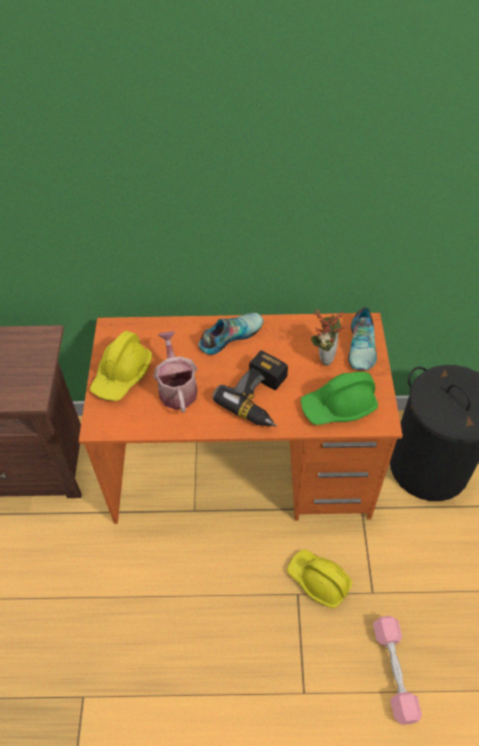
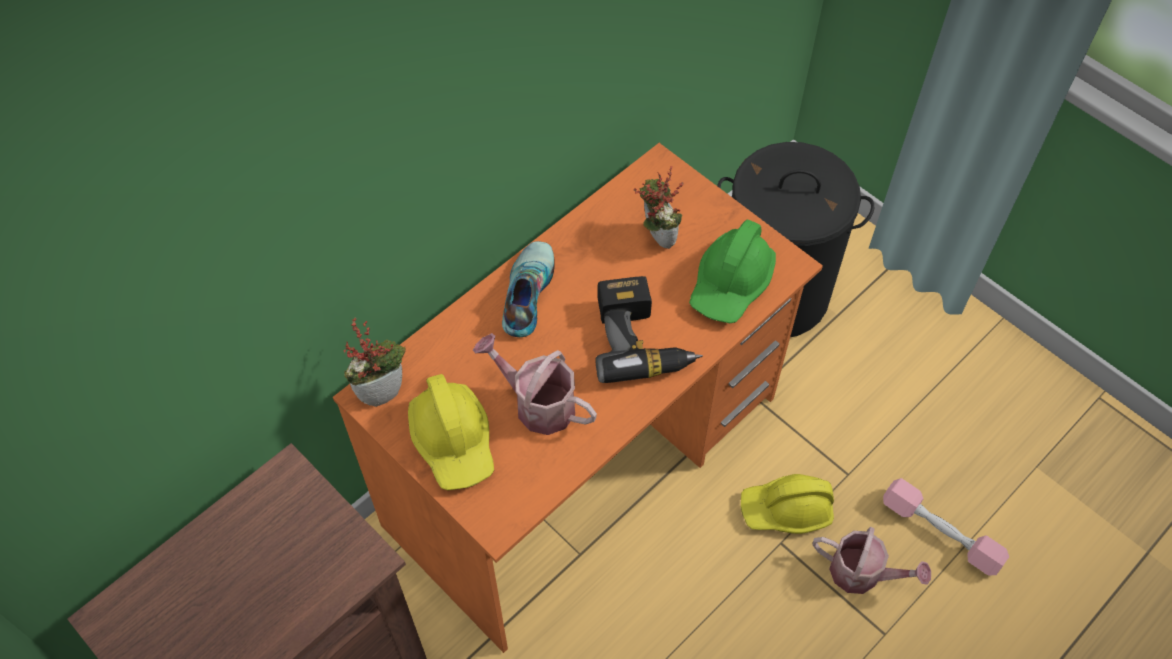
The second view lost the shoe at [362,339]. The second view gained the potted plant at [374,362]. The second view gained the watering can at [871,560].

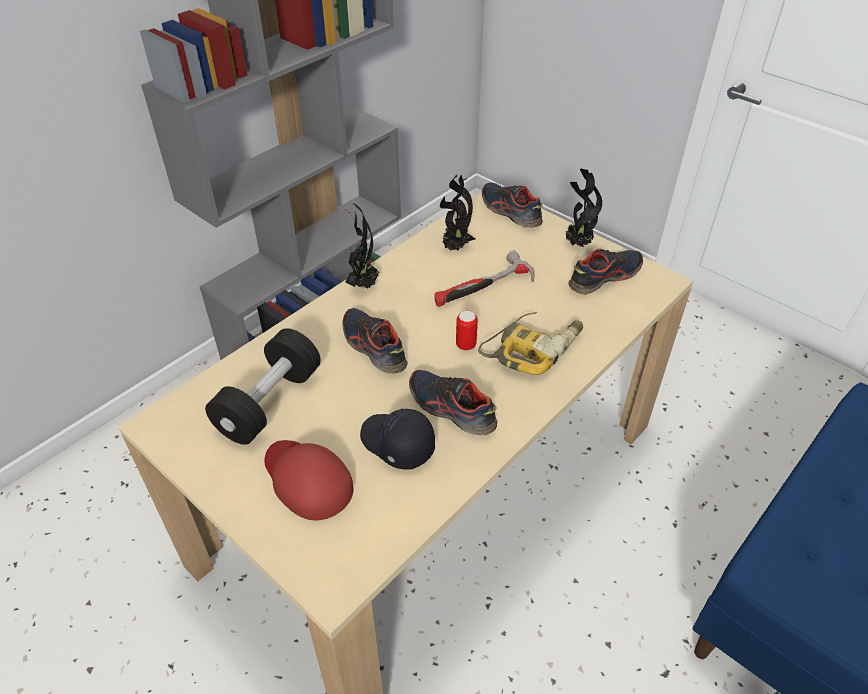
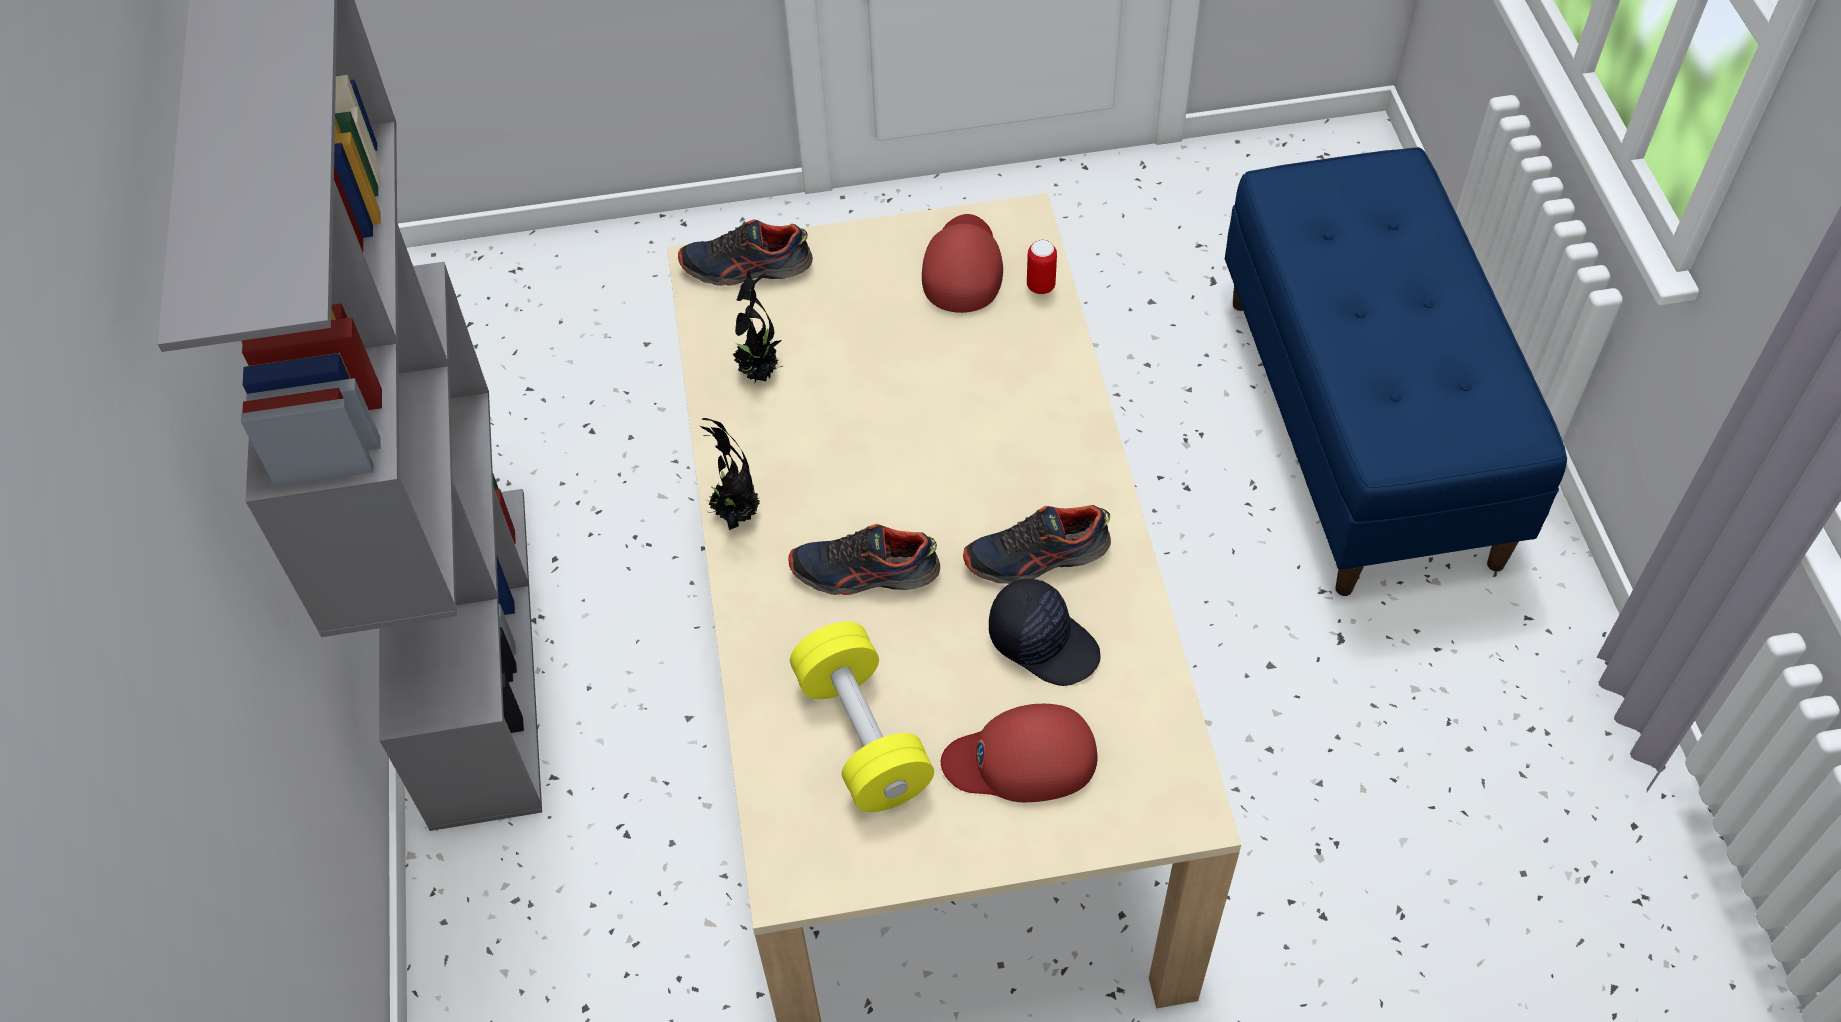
The second view lost the potted plant at [583,208]. Where the shoe stood at [606,271], the red cap came to stand at [962,263]. The second view lost the hammer at [484,279]. The can ended up elsewhere, having gone from [467,330] to [1042,267]. The second view lost the power drill at [530,343]. What was the black dumbbell at [263,386] turned into the yellow dumbbell at [862,717]. The black cap at [397,439] ended up facing another way, 135 degrees counterclockwise from before.

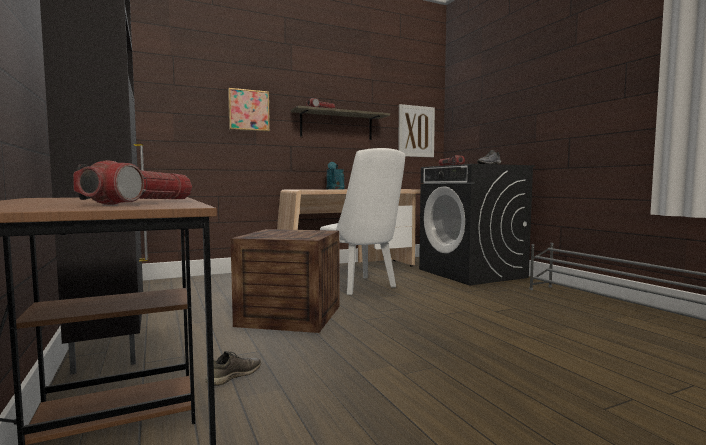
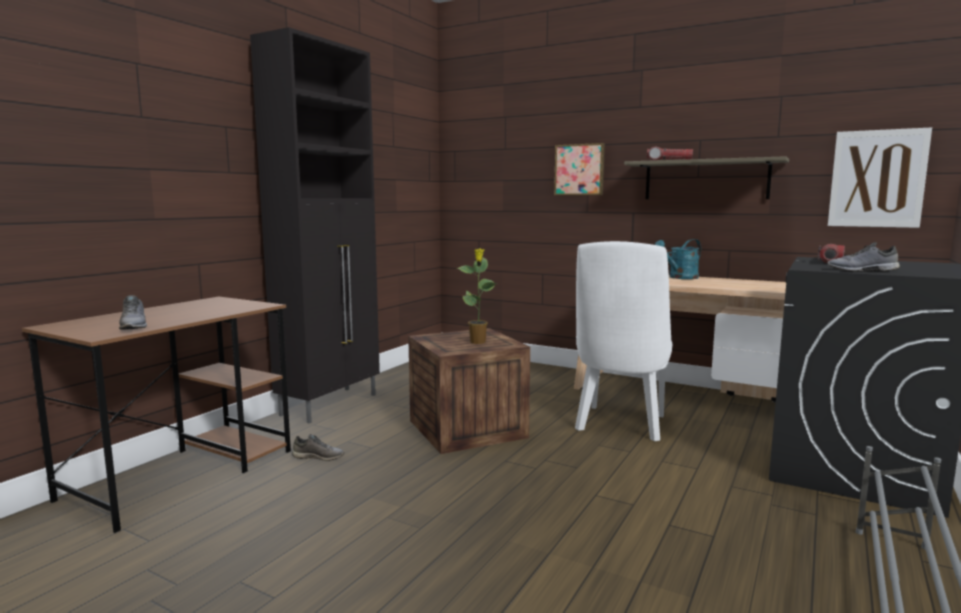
Where the flashlight stood at [132,182], the grey shoe came to stand at [133,312]. The second view gained the potted plant at [476,296].

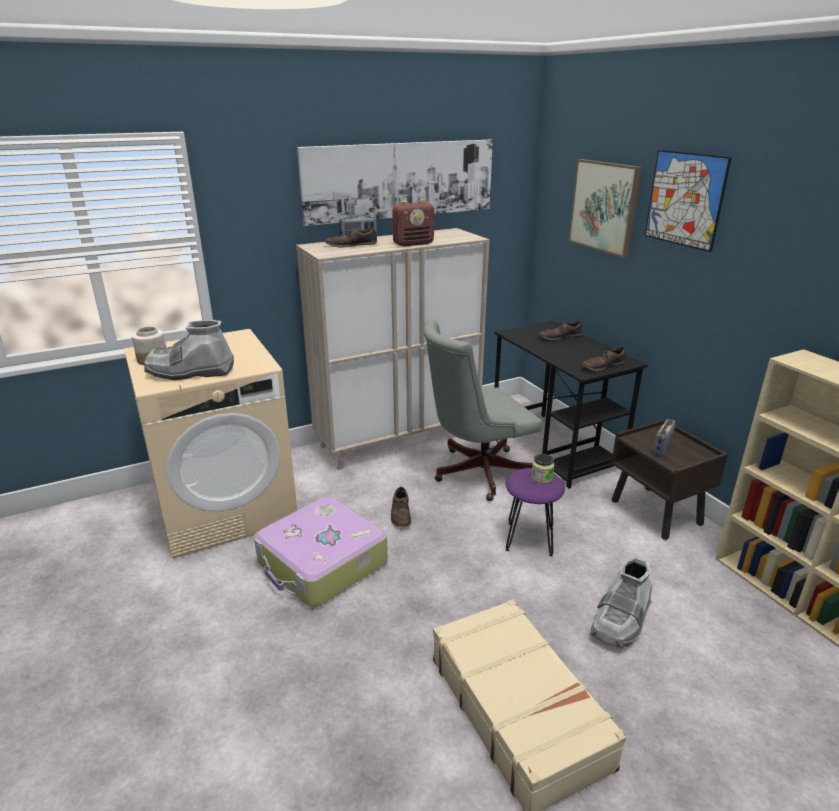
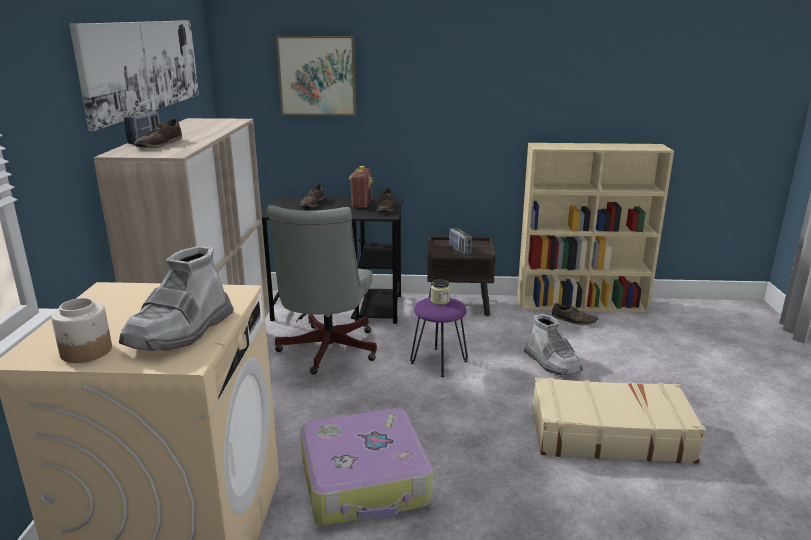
The second view lost the picture at [688,201]. The radio ended up elsewhere, having gone from [413,223] to [360,187]. The brown shoe ended up elsewhere, having gone from [401,507] to [575,314].

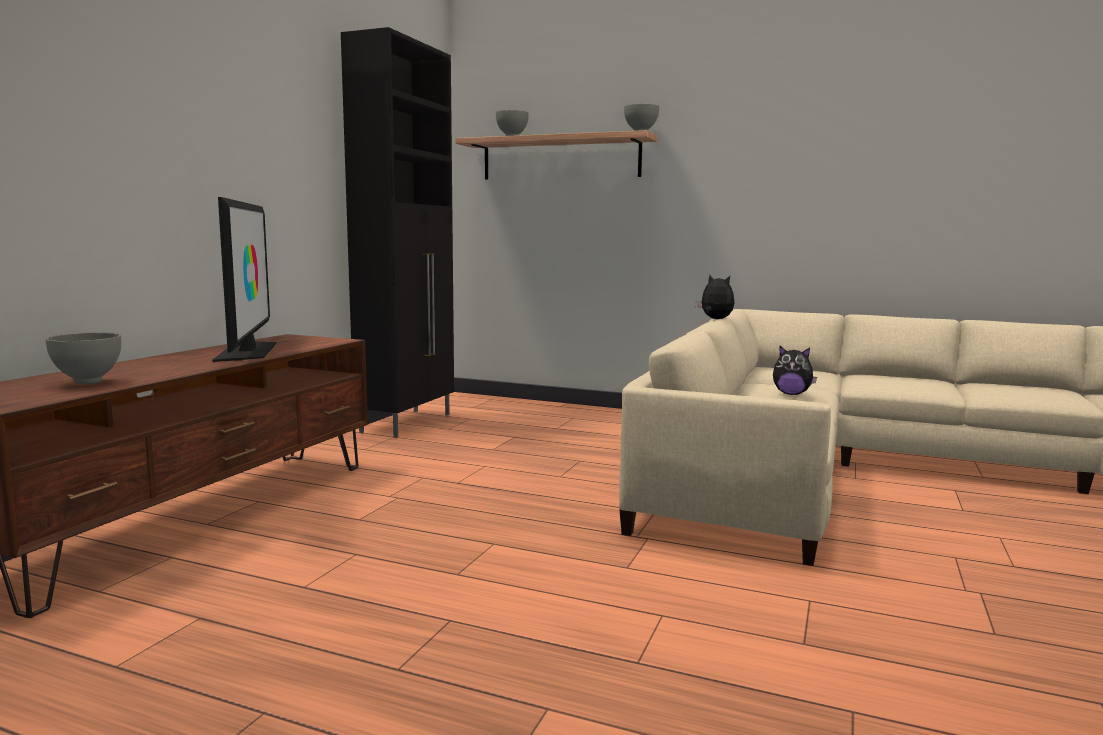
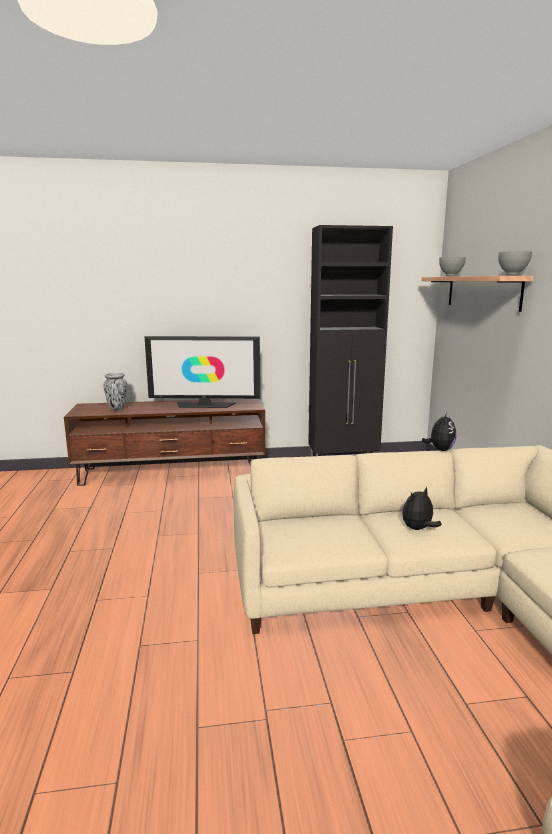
The television at [244,279] ended up facing another way, 45 degrees clockwise from before. Where the grey bowl stood at [83,358], the vase came to stand at [115,392]. The plush toy at [795,370] ended up facing another way, 60 degrees clockwise from before.

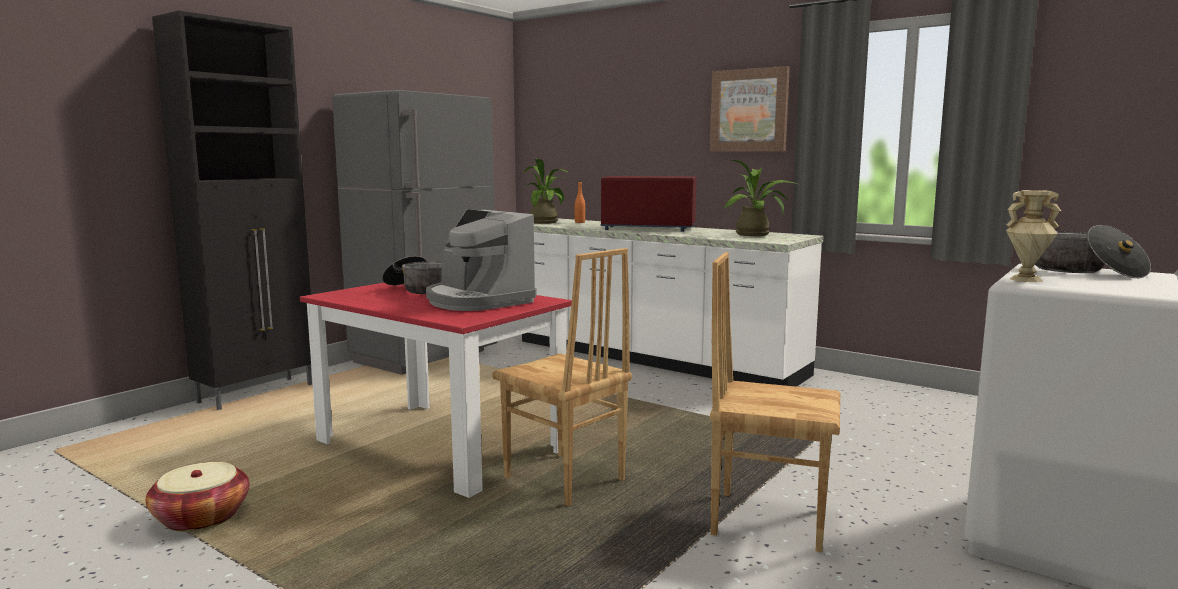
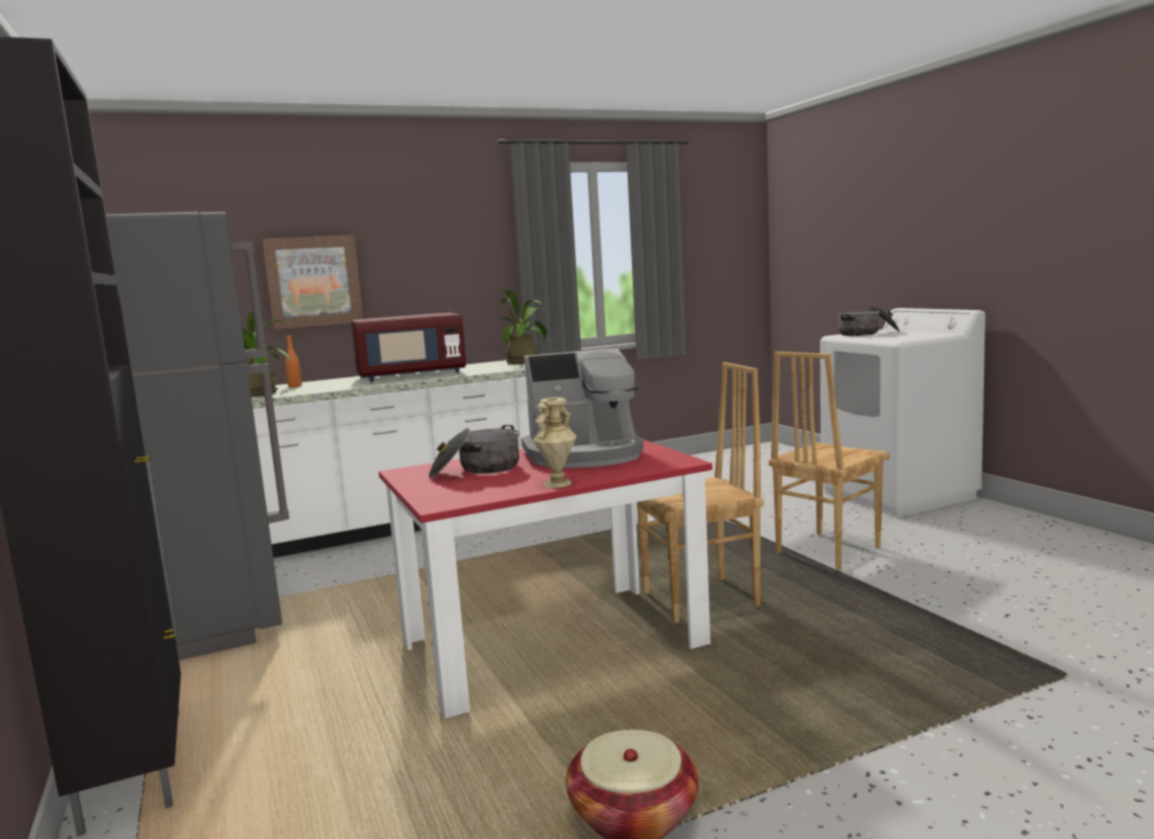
The picture ended up elsewhere, having gone from [750,109] to [312,282]. The red microwave at [648,204] ended up facing another way, 150 degrees counterclockwise from before. The beige vase ended up elsewhere, having gone from [1033,236] to [555,443].

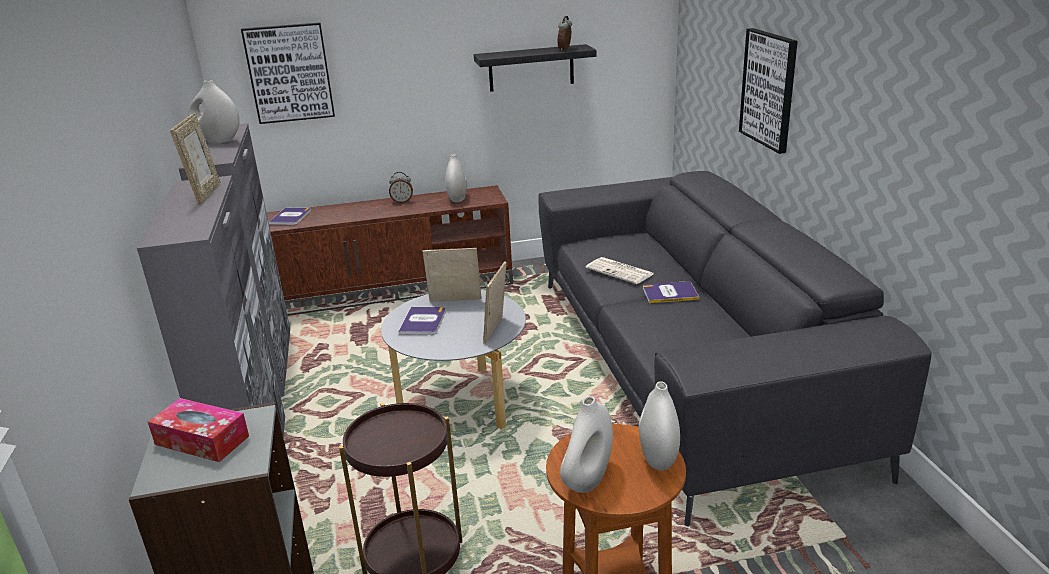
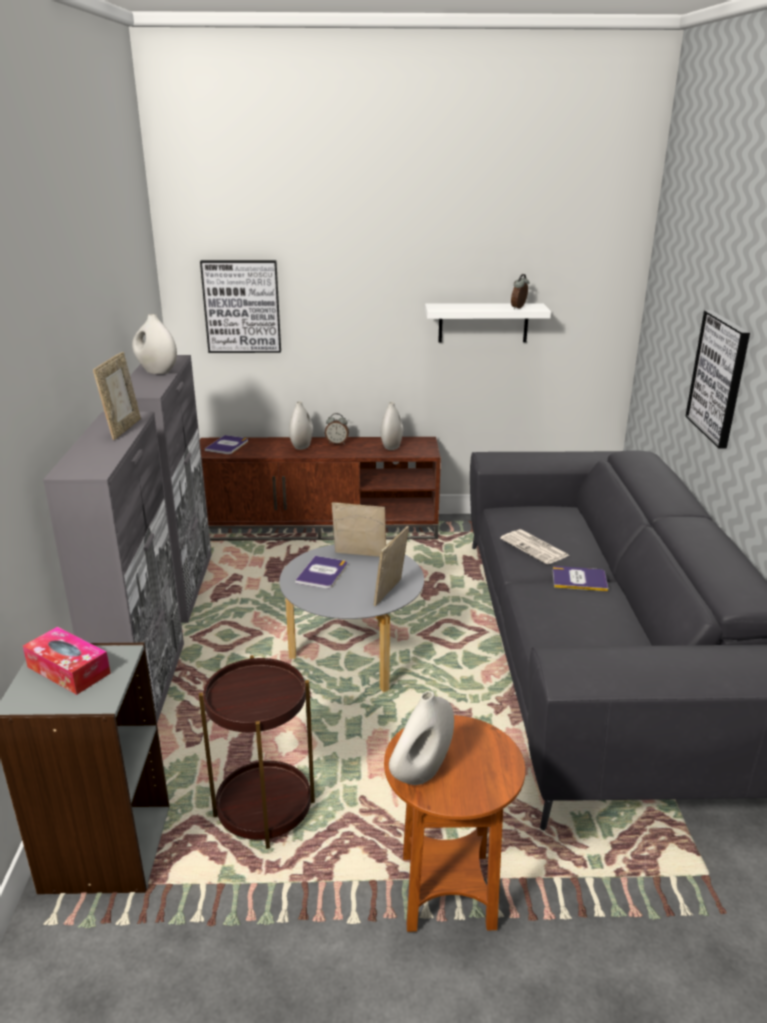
What was the black shelf at [535,68] turned into the white shelf at [488,323]. The white vase ended up elsewhere, having gone from [659,426] to [301,425].

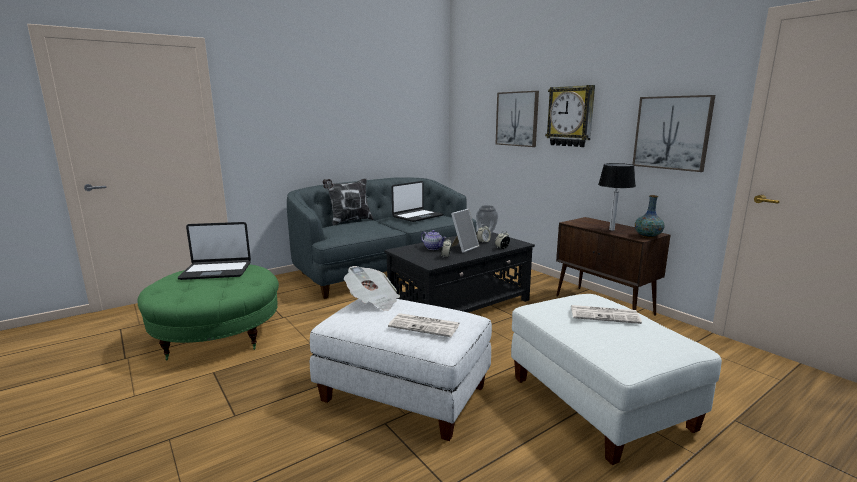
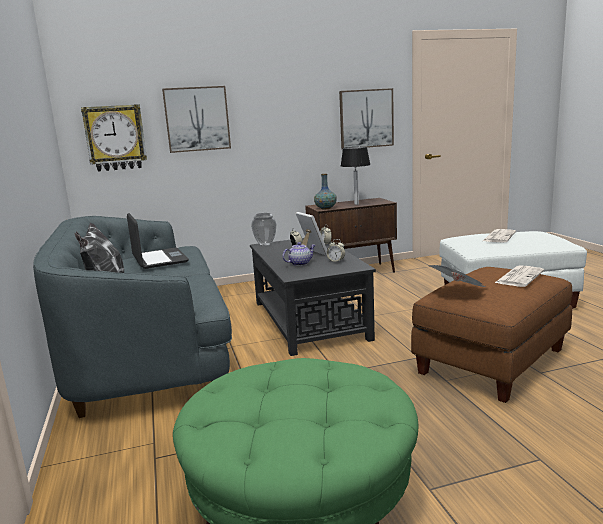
The wall clock ended up elsewhere, having gone from [570,116] to [114,137]. The vase ended up elsewhere, having gone from [649,216] to [325,191]. The second view lost the laptop at [214,251]. What was the white ottoman at [401,370] turned into the brown ottoman at [491,335].

